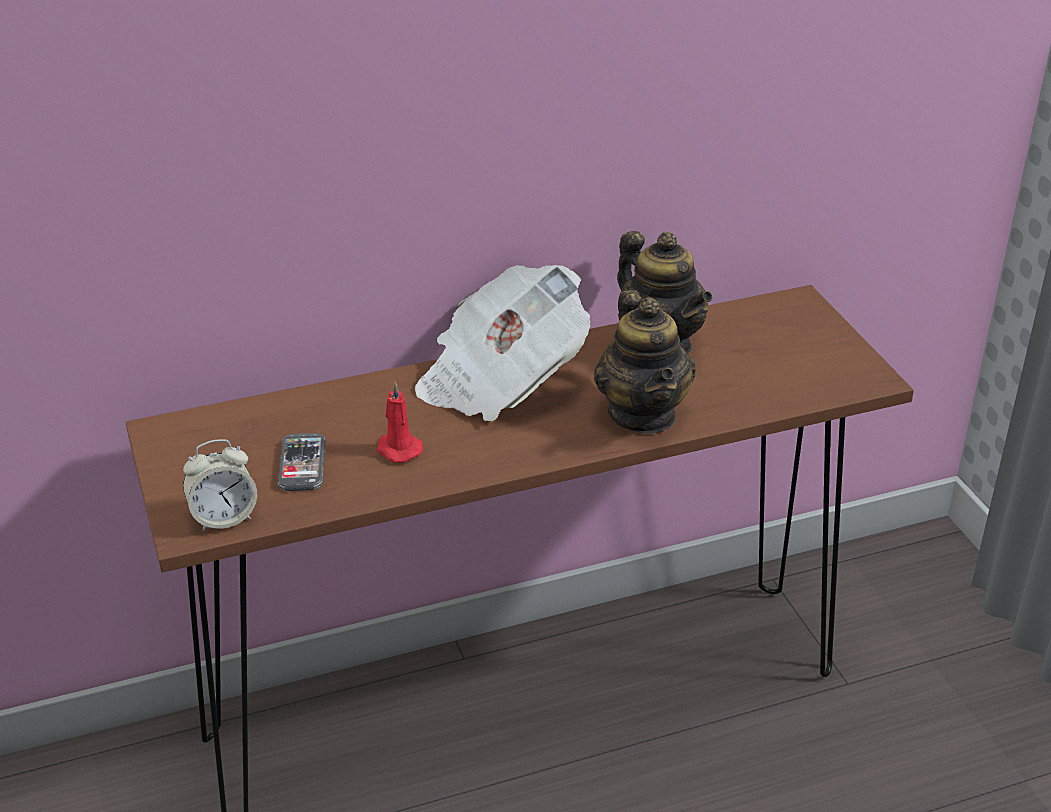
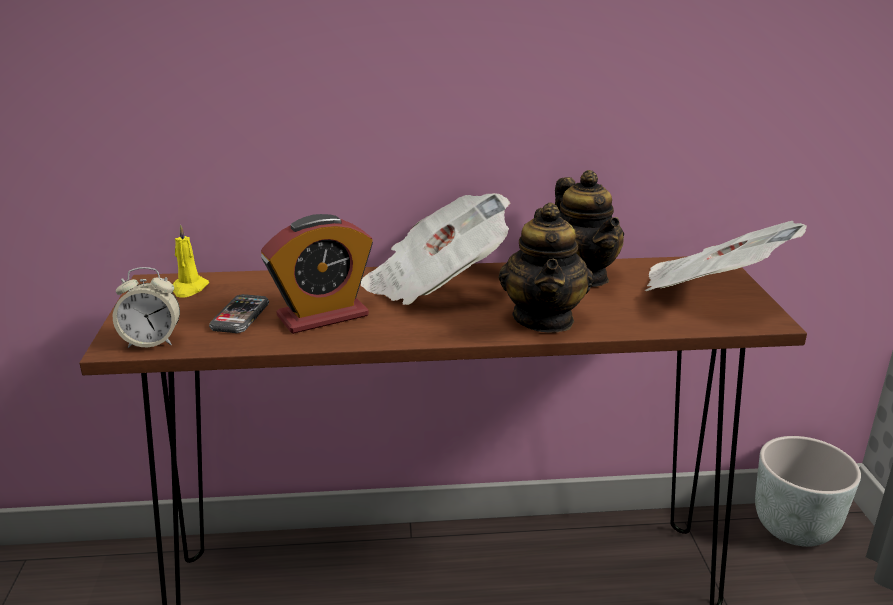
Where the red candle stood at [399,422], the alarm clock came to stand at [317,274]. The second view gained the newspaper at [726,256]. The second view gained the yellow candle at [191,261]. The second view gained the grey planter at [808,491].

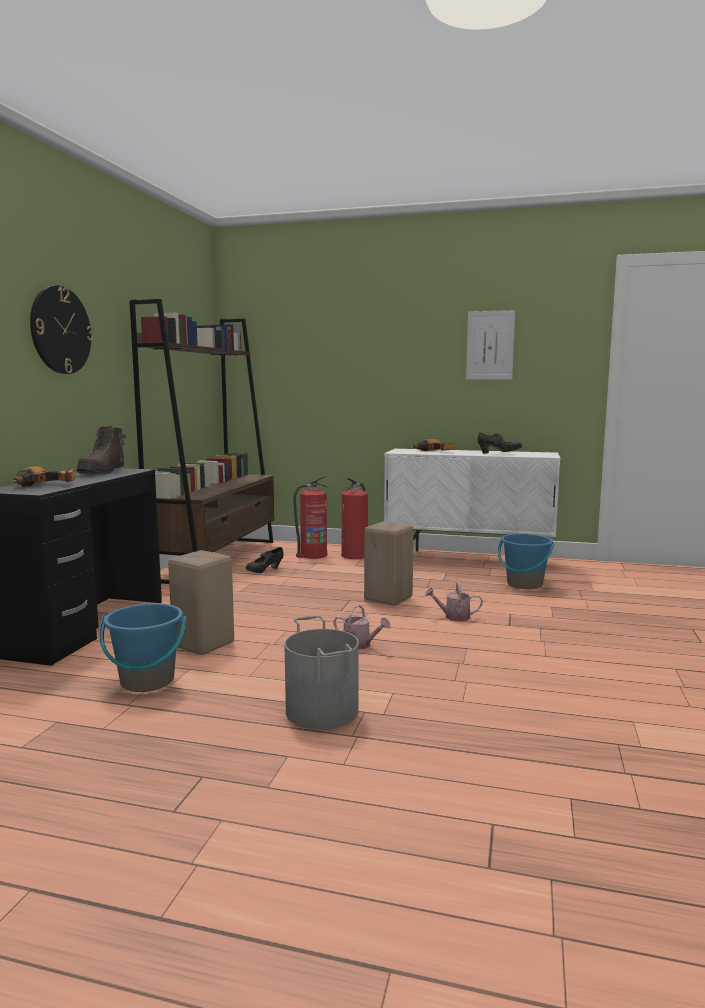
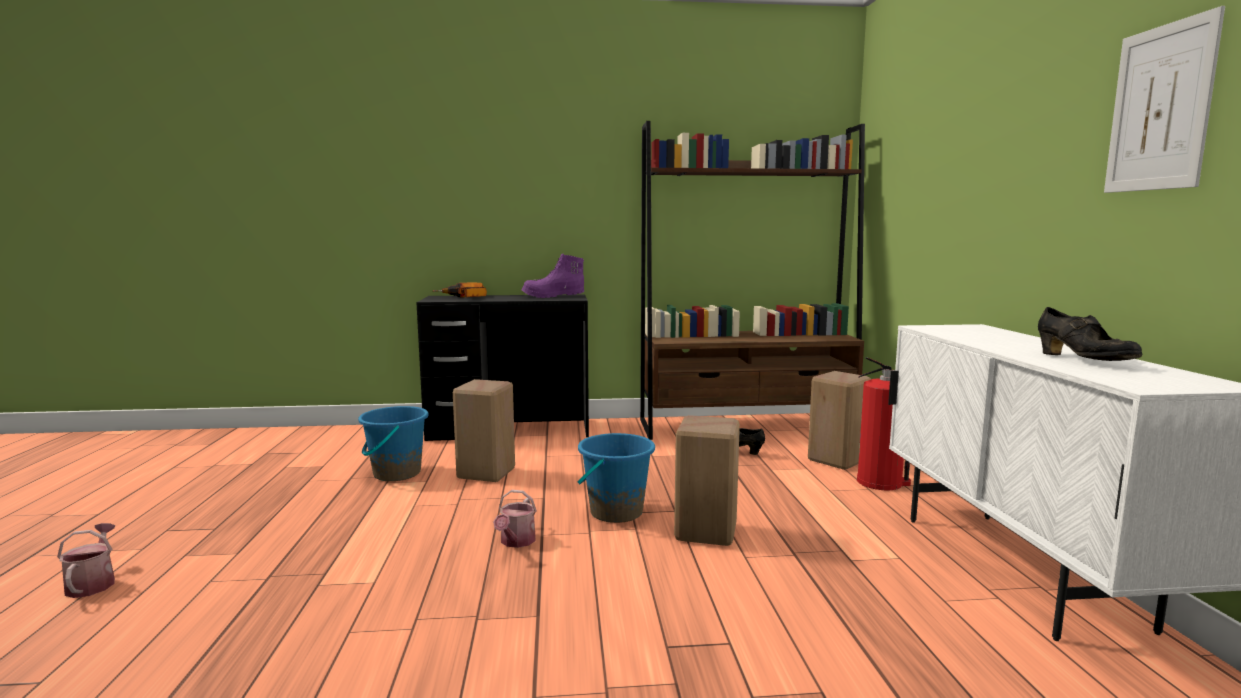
The second view lost the wall clock at [61,329]. What was the brown boot at [101,450] turned into the purple boot at [552,276]. The second view lost the power drill at [430,445]. Where the fire extinguisher stood at [311,517], the beige stool came to stand at [839,420]. The blue bucket ended up elsewhere, having gone from [525,561] to [616,478]. The watering can ended up elsewhere, having gone from [453,601] to [86,560]. The second view lost the grey bucket at [321,673].

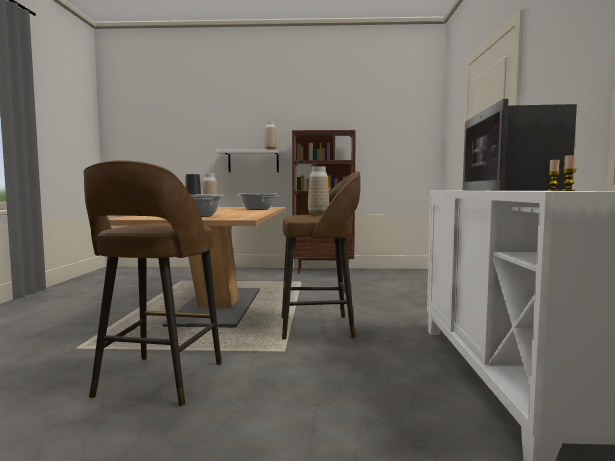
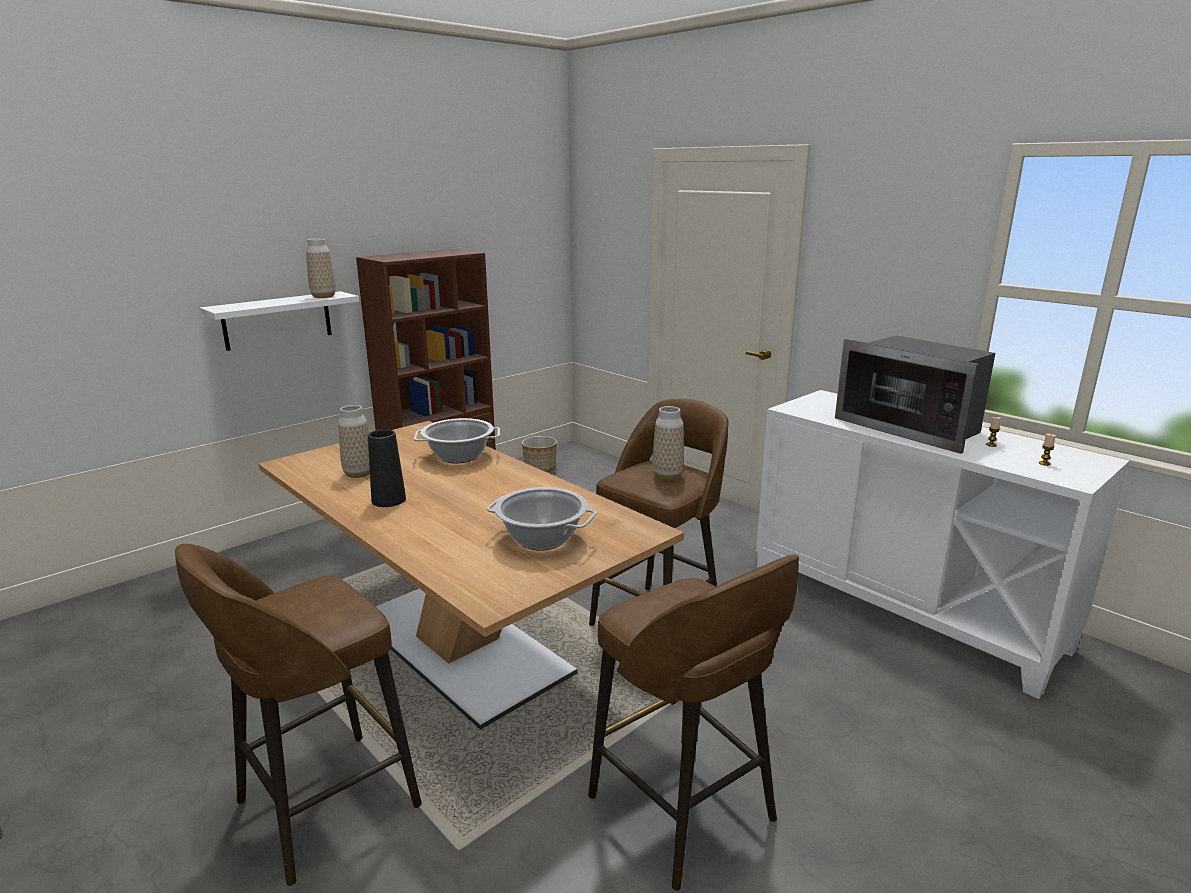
The second view gained the planter at [539,454]. The second view gained the brown stool at [298,715].

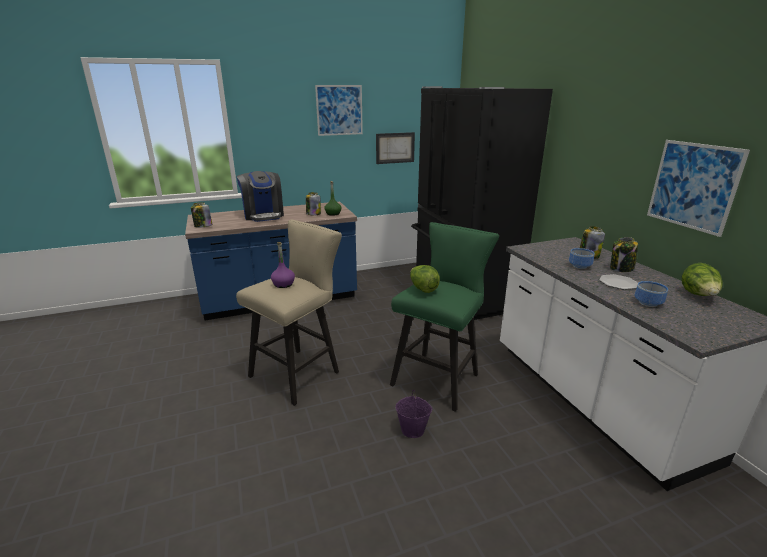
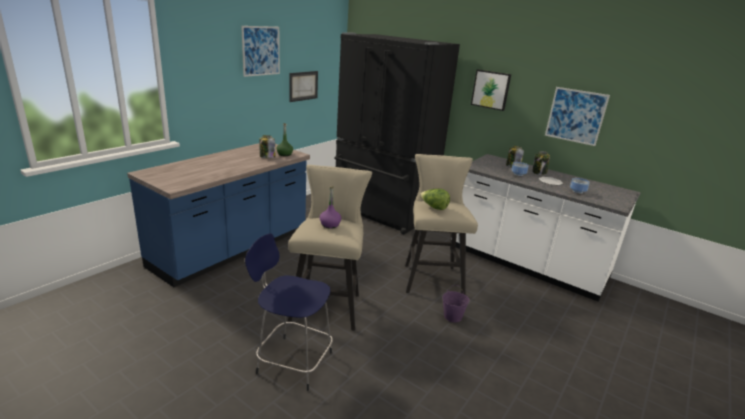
The second view lost the coffee machine at [260,196]. The second view lost the jar at [202,215]. What was the green stool at [444,317] turned into the beige stool at [441,224]. The second view lost the lettuce at [702,279]. The second view gained the picture at [491,90]. The second view gained the blue stool at [289,312].

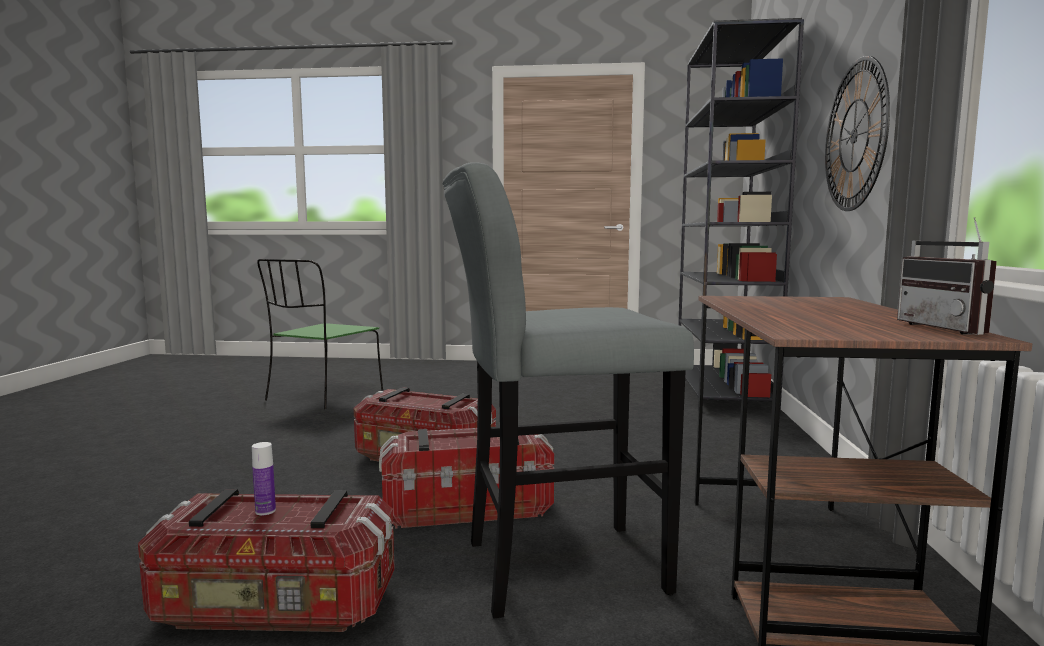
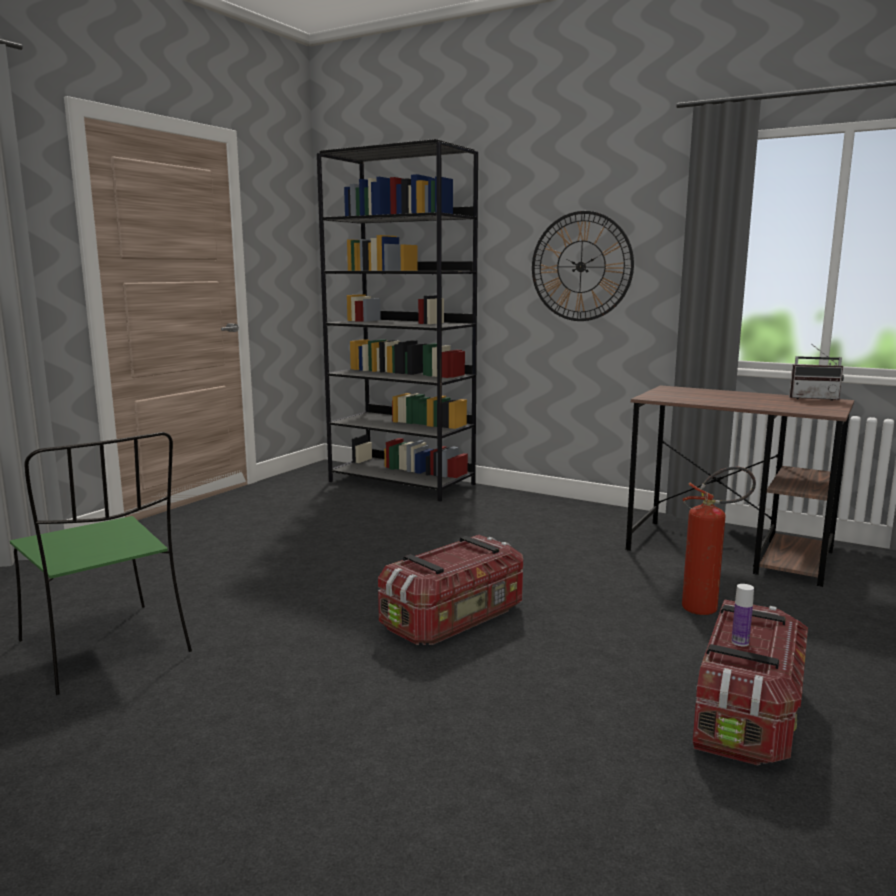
Where the grey stool stood at [568,390], the fire extinguisher came to stand at [719,541]. The second view lost the storage box at [466,478].

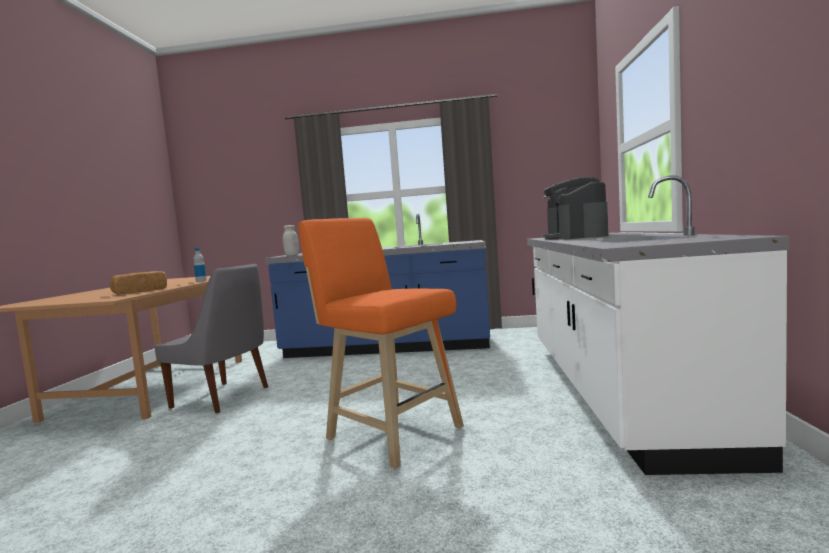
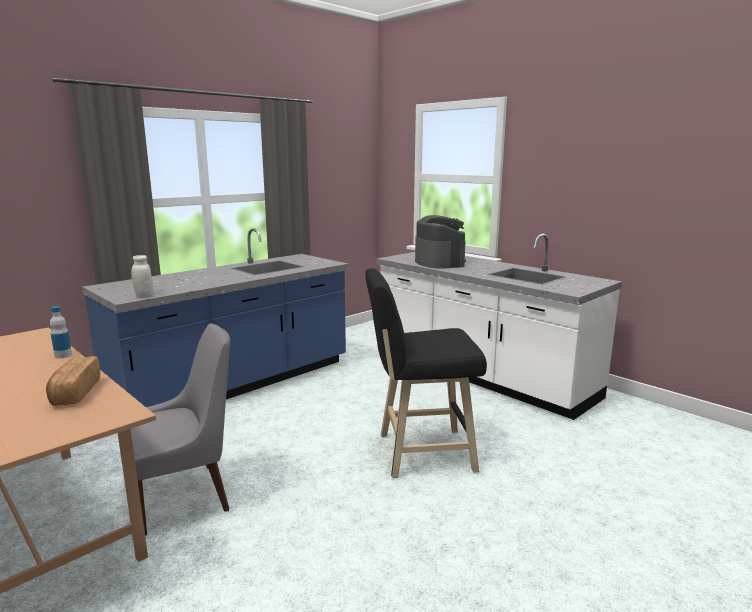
The coffee machine at [575,208] ended up facing another way, 150 degrees counterclockwise from before. What was the orange stool at [381,343] turned into the black stool at [426,373].

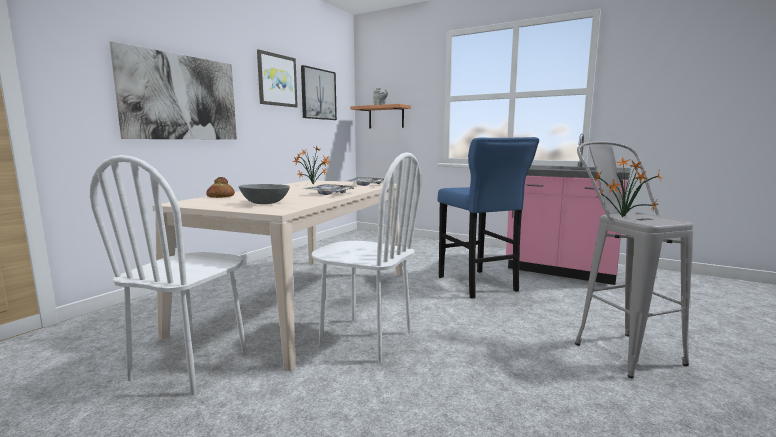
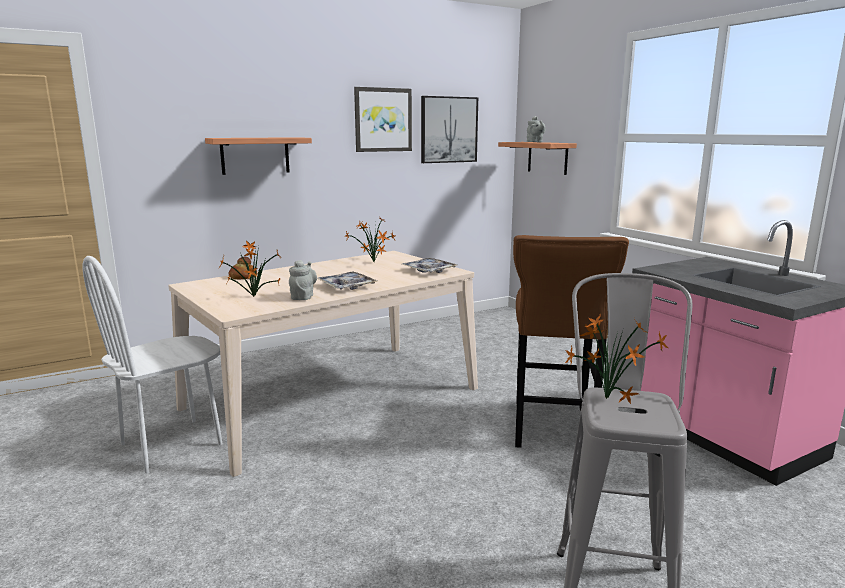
Where the picture hung at [173,90], the shelf came to hang at [258,156]. What was the blue stool at [488,218] turned into the brown stool at [571,341]. The second view lost the white chair at [366,257]. Where the grey bowl stood at [264,194], the potted plant came to stand at [249,268]. The second view gained the grey teapot at [303,280].

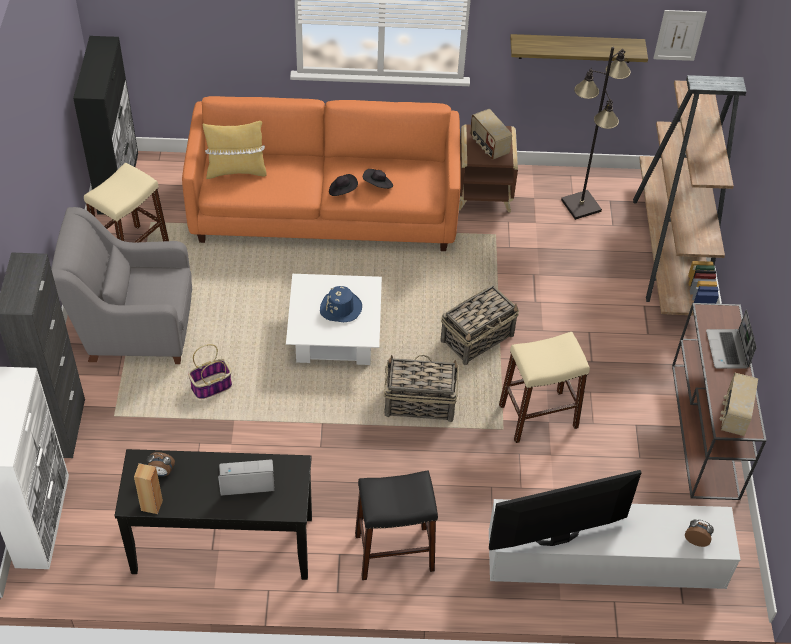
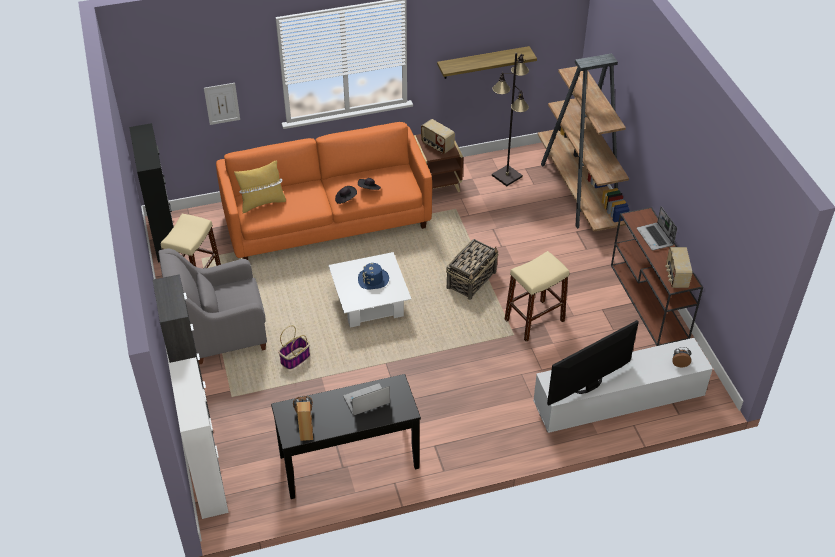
The picture ended up elsewhere, having gone from [680,35] to [222,104]. The second view lost the basket at [421,388]. The second view lost the black stool at [396,525].

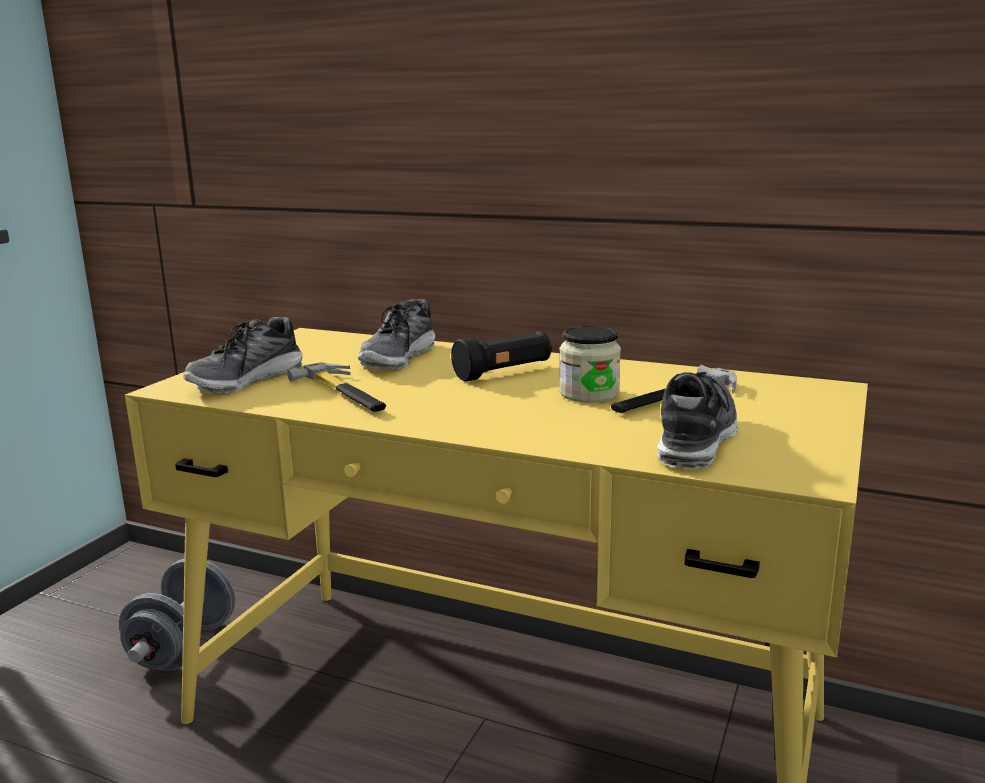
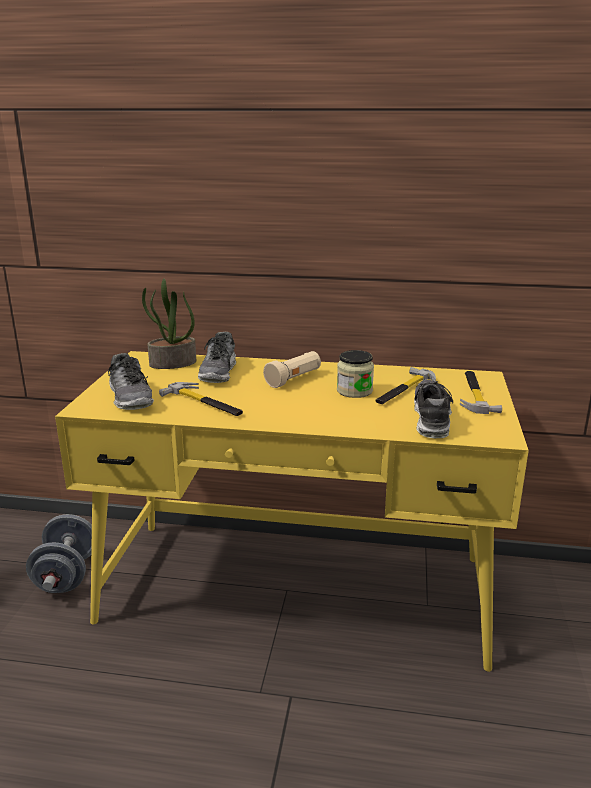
The shoe at [243,355] ended up facing another way, 45 degrees counterclockwise from before. What was the black flashlight at [501,356] turned into the beige flashlight at [292,369]. The second view gained the potted plant at [169,324]. The second view gained the hammer at [481,392].

